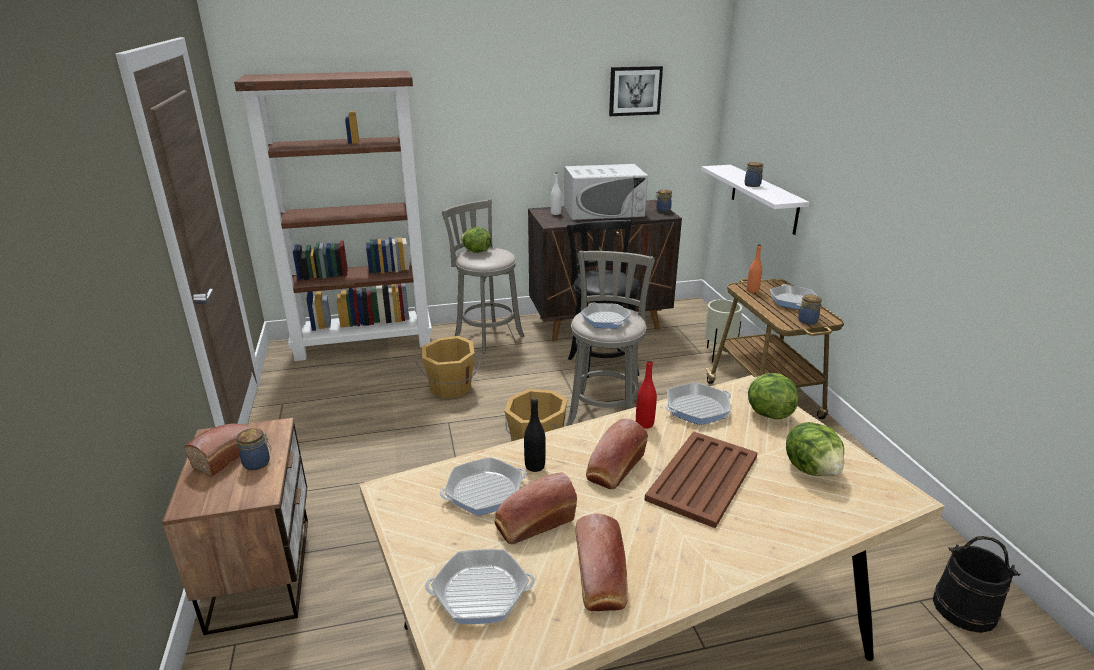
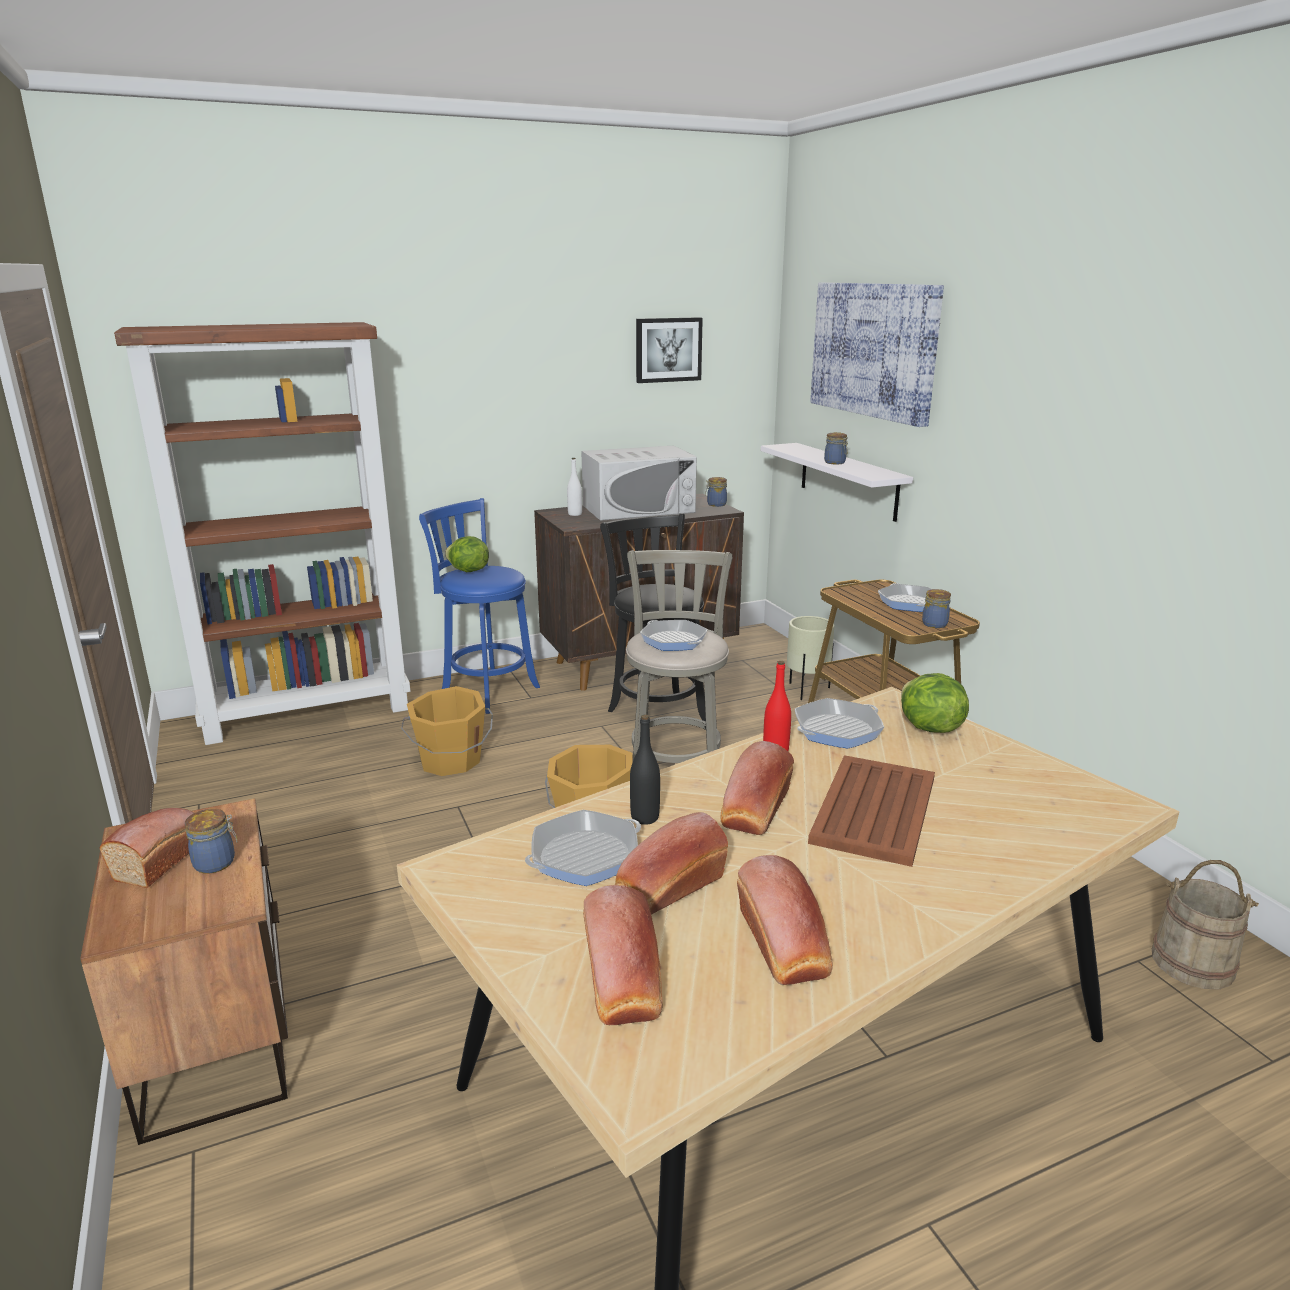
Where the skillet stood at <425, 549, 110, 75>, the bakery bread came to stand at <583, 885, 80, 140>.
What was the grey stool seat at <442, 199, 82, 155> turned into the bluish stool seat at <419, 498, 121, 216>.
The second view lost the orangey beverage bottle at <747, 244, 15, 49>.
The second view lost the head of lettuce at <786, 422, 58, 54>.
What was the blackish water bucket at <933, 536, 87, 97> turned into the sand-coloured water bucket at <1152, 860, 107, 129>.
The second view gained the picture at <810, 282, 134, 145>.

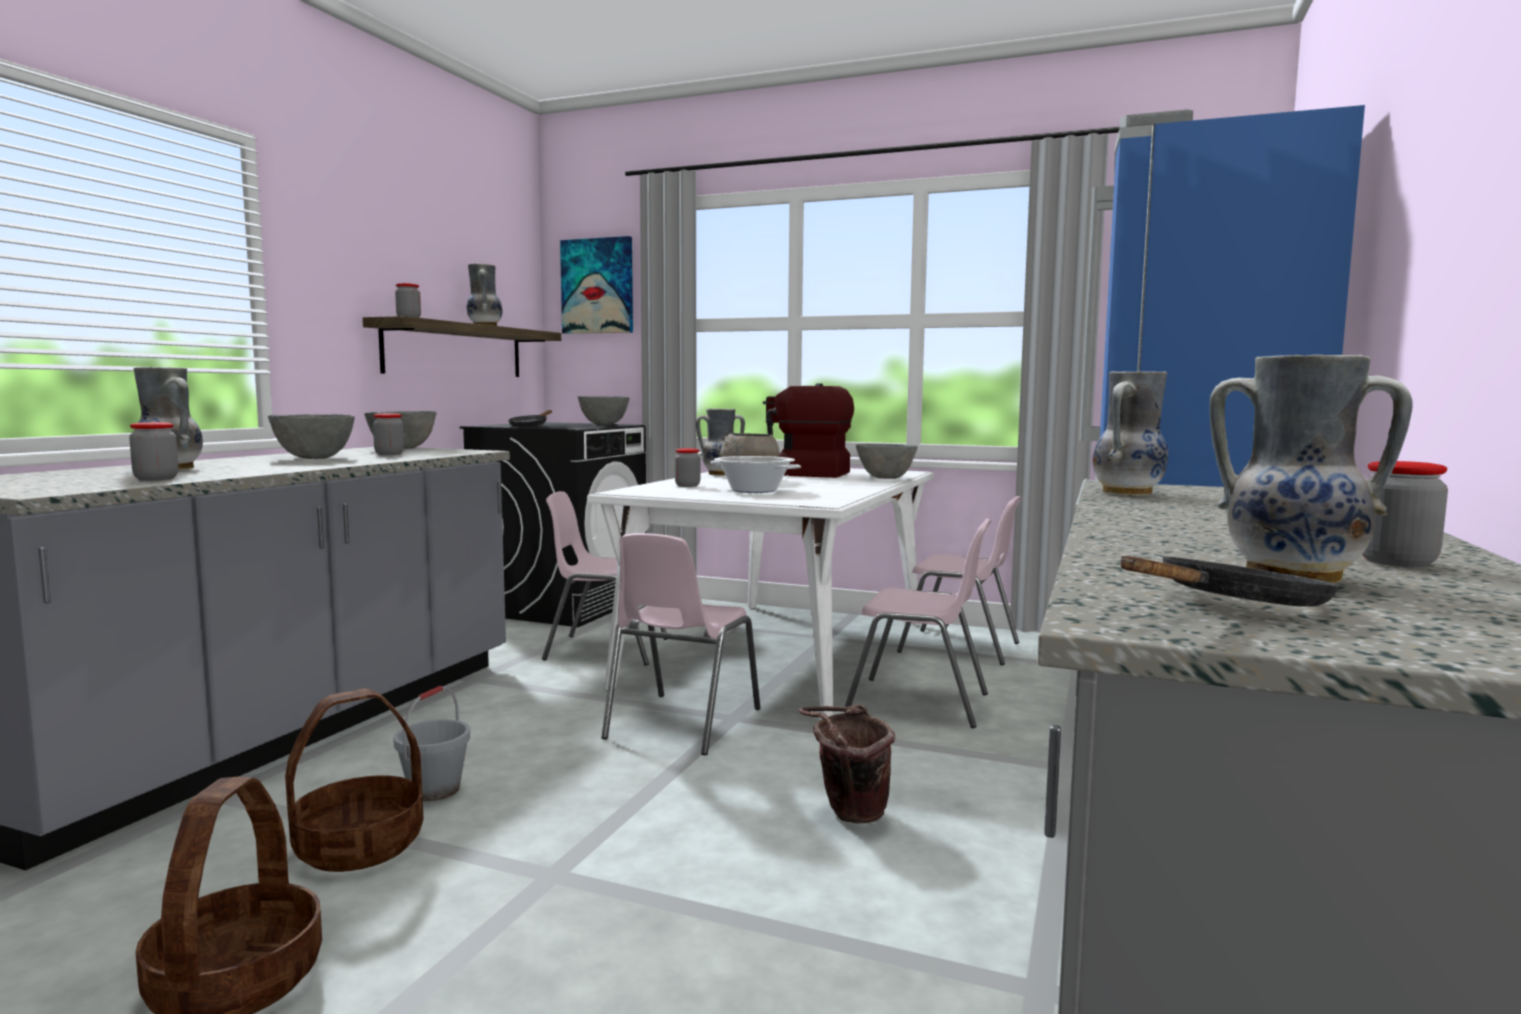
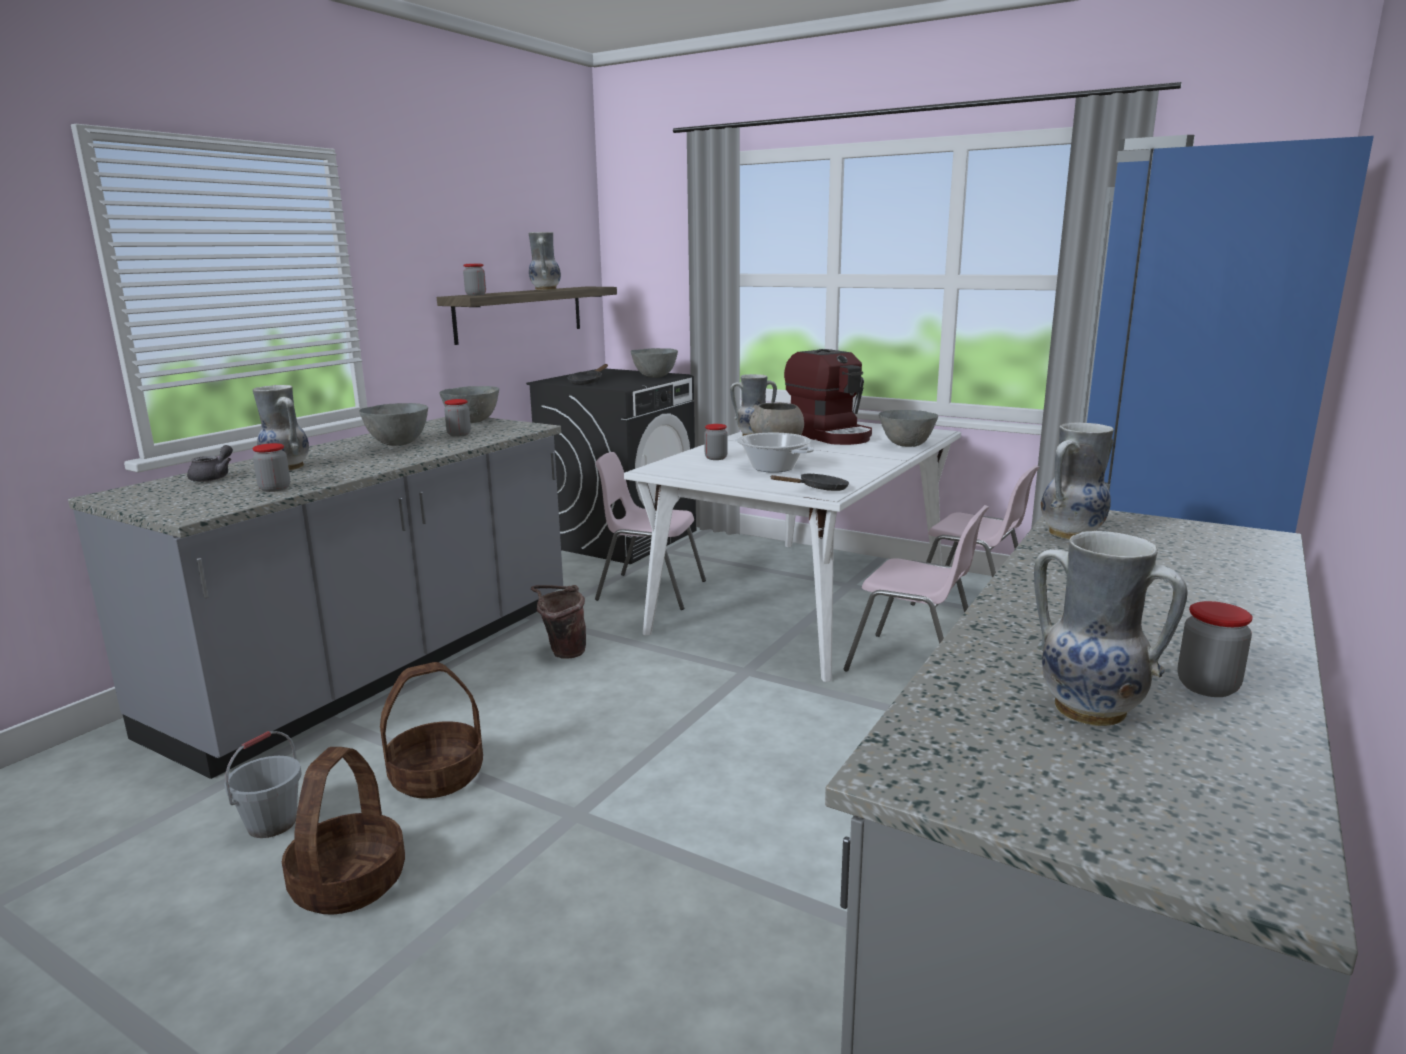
The grey water bucket ended up elsewhere, having gone from <393, 686, 77, 115> to <224, 731, 77, 107>.
The second view lost the picture at <560, 236, 73, 98>.
The second view lost the pink upright chair at <601, 533, 159, 222>.
The coffee machine at <763, 383, 91, 95> ended up facing another way, 150 degrees counterclockwise from before.
The brown-coloured water bucket ended up elsewhere, having gone from <799, 704, 96, 120> to <531, 585, 55, 74>.
The blackish skillet ended up elsewhere, having gone from <1121, 556, 220, 51> to <770, 474, 79, 17>.
The second view gained the grey pot for tea at <187, 445, 46, 37>.

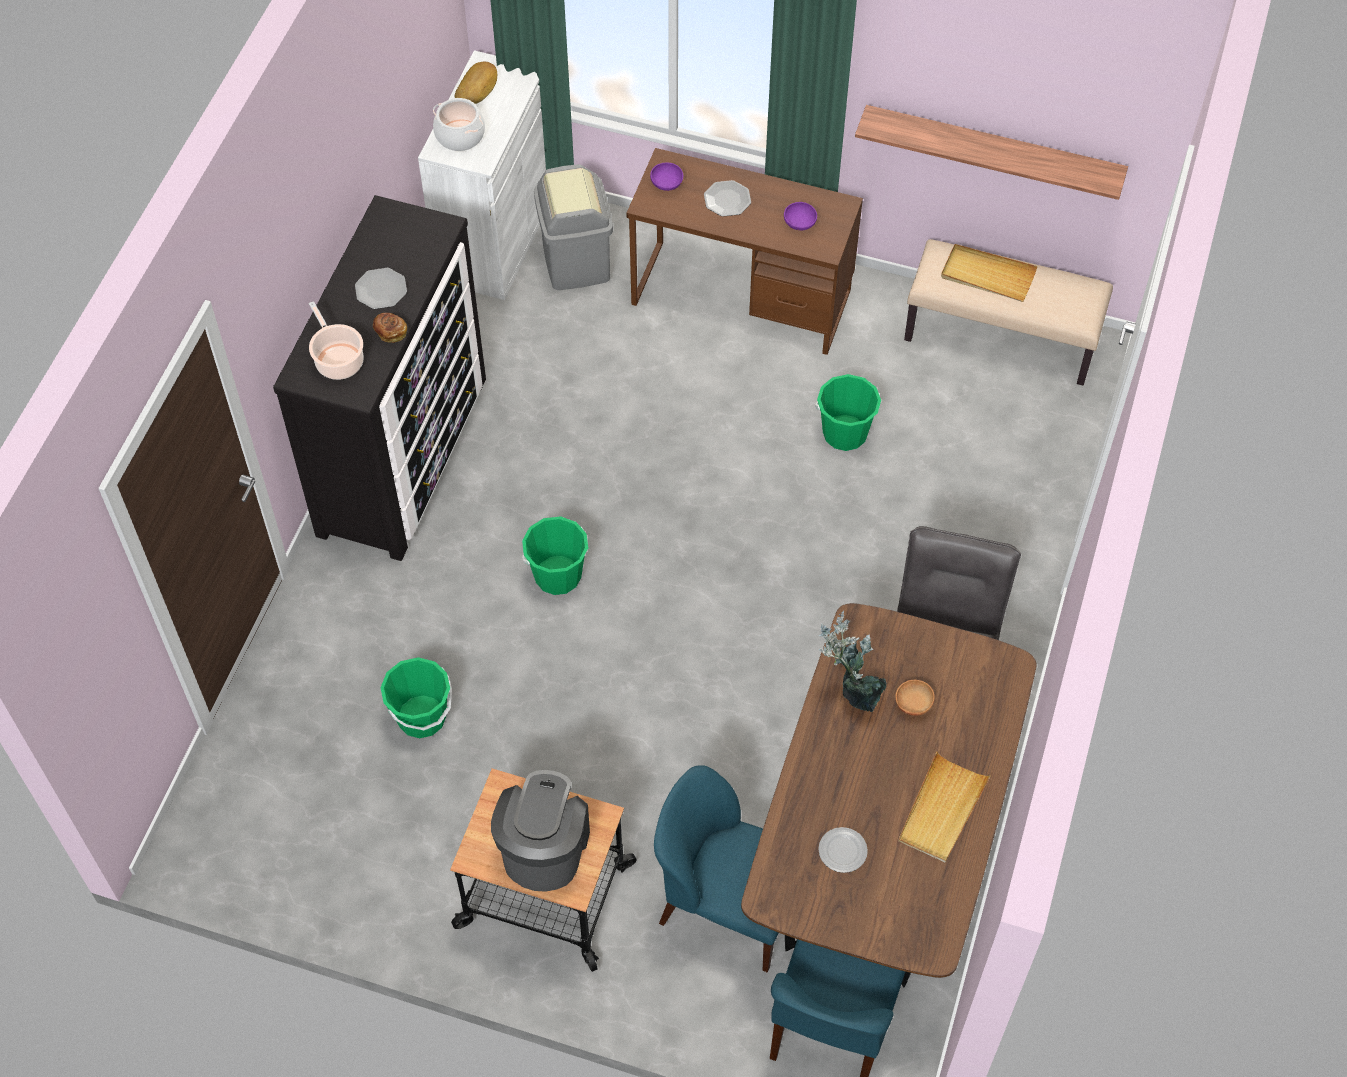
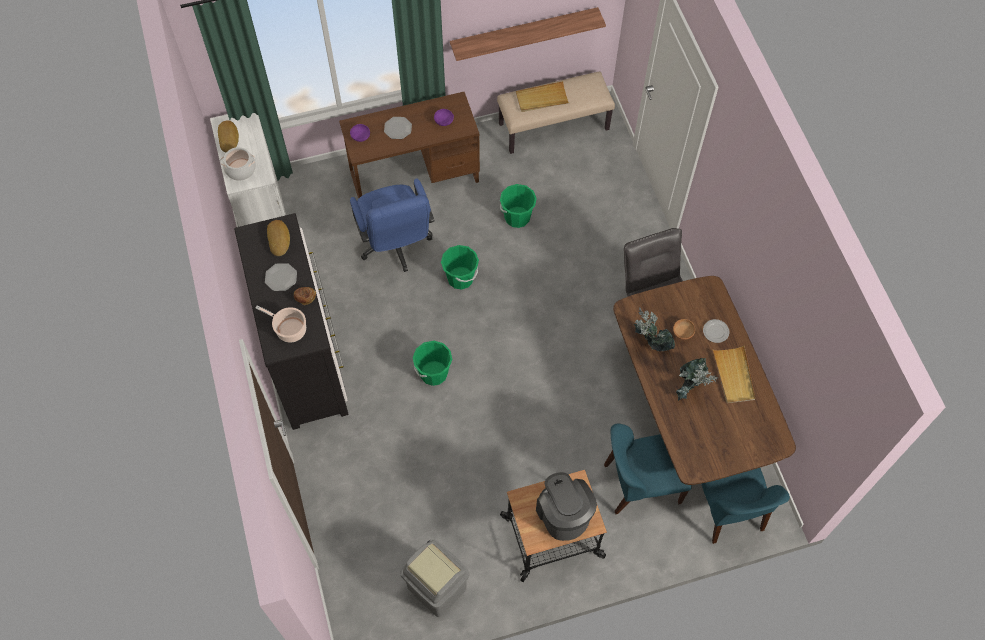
The greenish water bucket ended up elsewhere, having gone from <381, 657, 71, 81> to <441, 245, 38, 45>.
The grey trash can ended up elsewhere, having gone from <534, 164, 79, 126> to <400, 539, 69, 78>.
The plate ended up elsewhere, having gone from <818, 827, 50, 46> to <703, 319, 26, 24>.
The second view gained the bakery bread at <267, 220, 23, 36>.
The second view gained the bluish office chair at <350, 178, 84, 94>.
The second view gained the plant in a pot at <676, 358, 42, 42>.

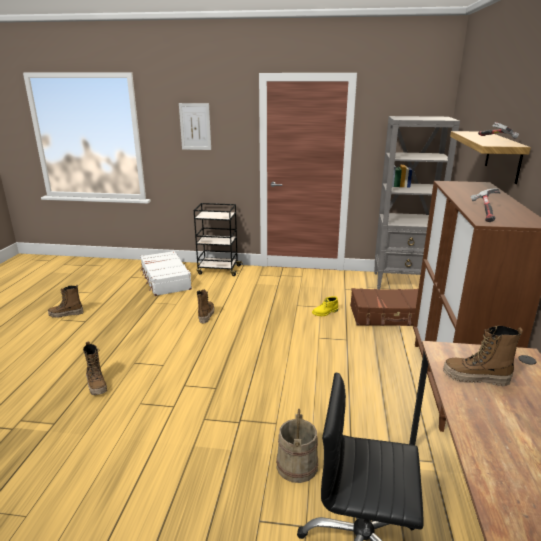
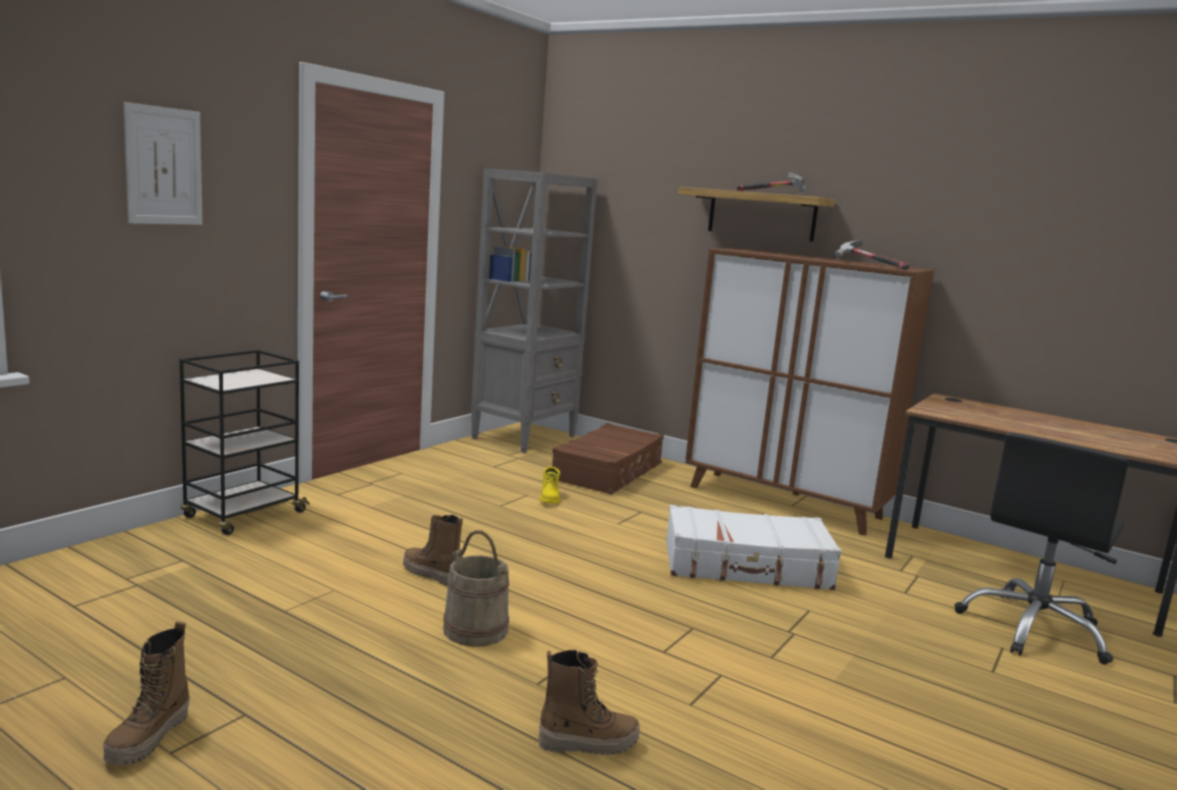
The whitish suitcase ended up elsewhere, having gone from <140, 251, 52, 45> to <666, 505, 175, 85>.
The sand-coloured water bucket ended up elsewhere, having gone from <276, 409, 42, 74> to <443, 530, 66, 117>.
The second view lost the boot at <443, 325, 80, 61>.

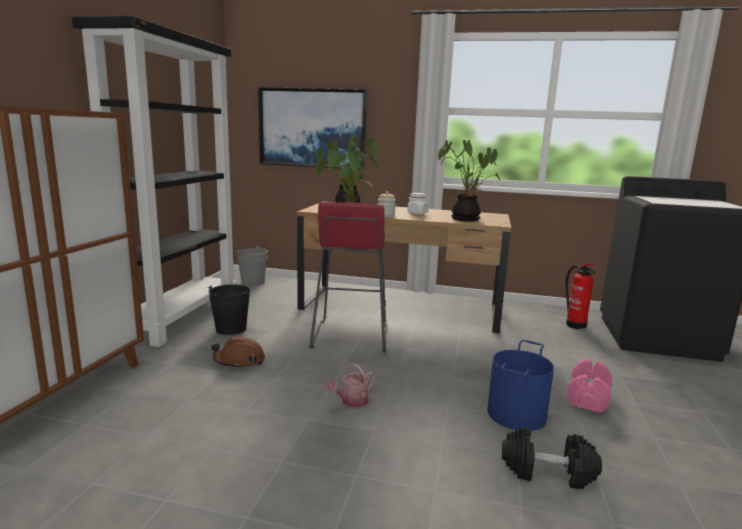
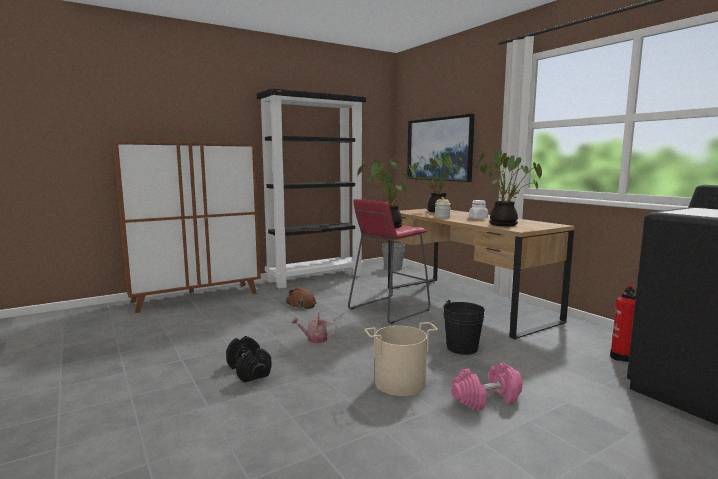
The blackish water bucket ended up elsewhere, having gone from <208, 284, 42, 51> to <443, 300, 42, 55>.
What was the bluish water bucket at <487, 340, 67, 91> turned into the sand-coloured water bucket at <365, 322, 73, 74>.
The blackish dumbbell ended up elsewhere, having gone from <502, 427, 100, 62> to <226, 336, 46, 47>.

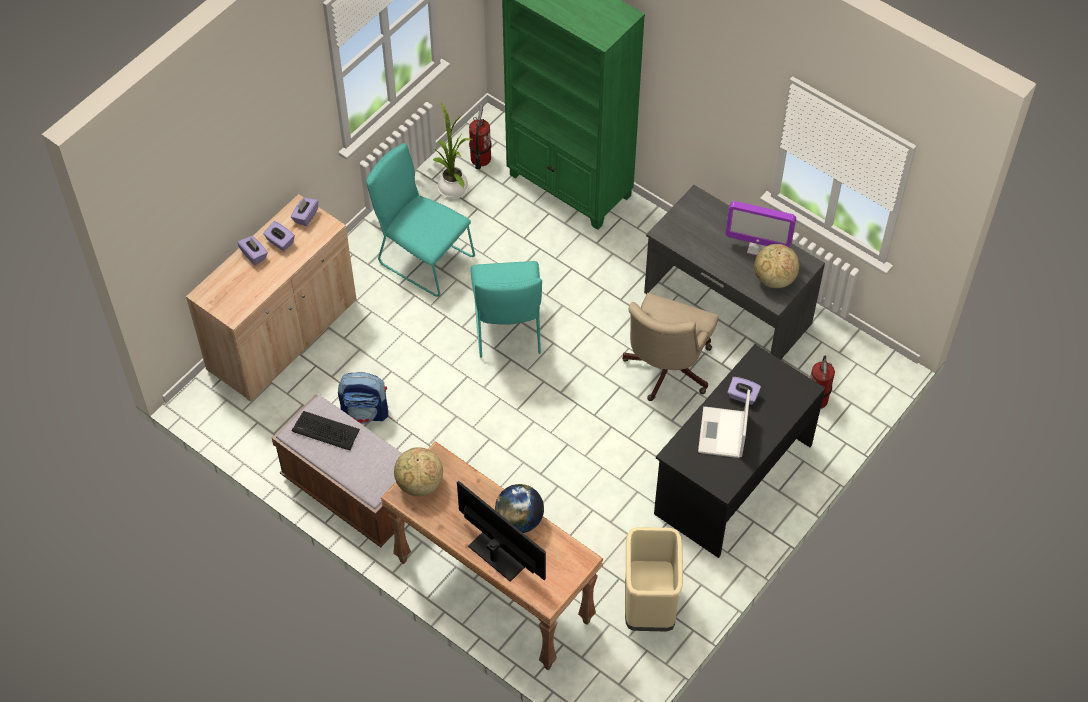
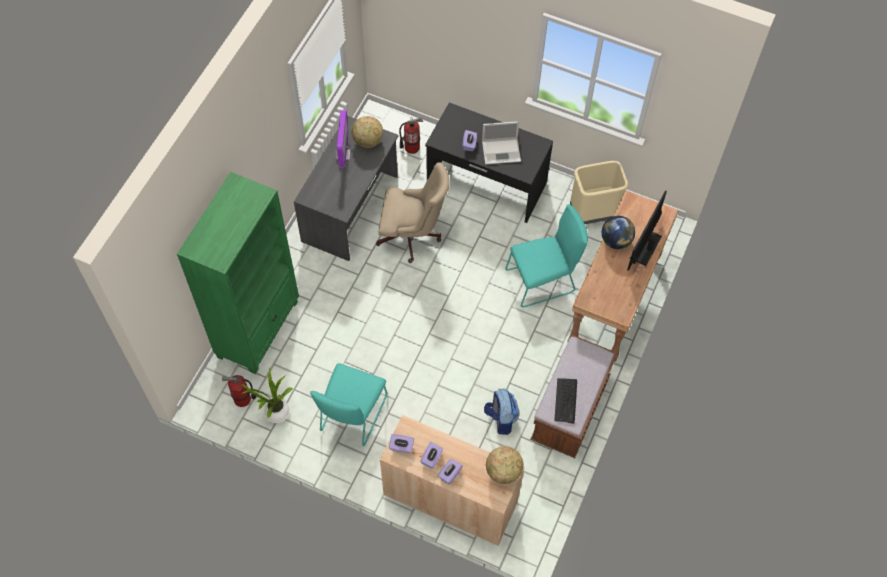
The globe ended up elsewhere, having gone from <394, 447, 49, 49> to <486, 446, 38, 38>.
The blue-green upright chair ended up elsewhere, having gone from <471, 261, 71, 97> to <505, 204, 83, 103>.

